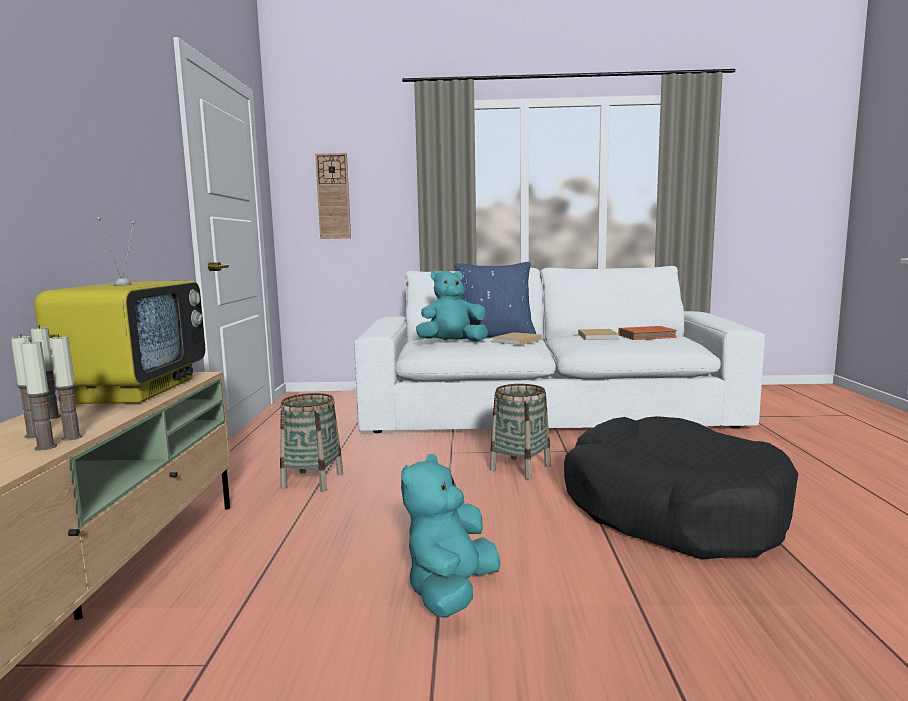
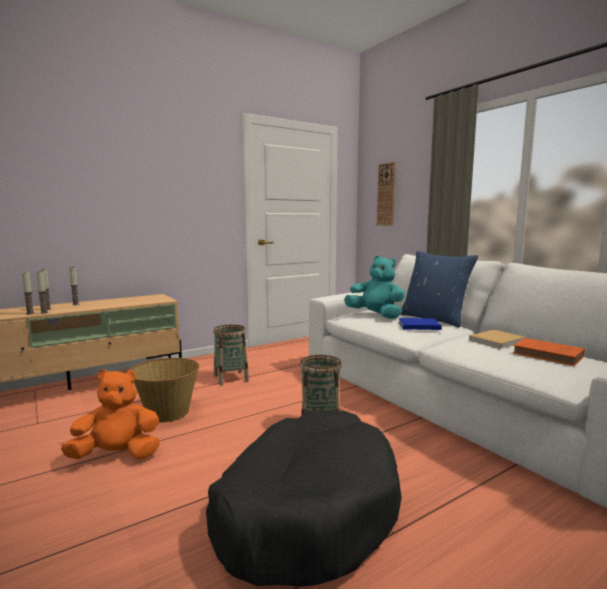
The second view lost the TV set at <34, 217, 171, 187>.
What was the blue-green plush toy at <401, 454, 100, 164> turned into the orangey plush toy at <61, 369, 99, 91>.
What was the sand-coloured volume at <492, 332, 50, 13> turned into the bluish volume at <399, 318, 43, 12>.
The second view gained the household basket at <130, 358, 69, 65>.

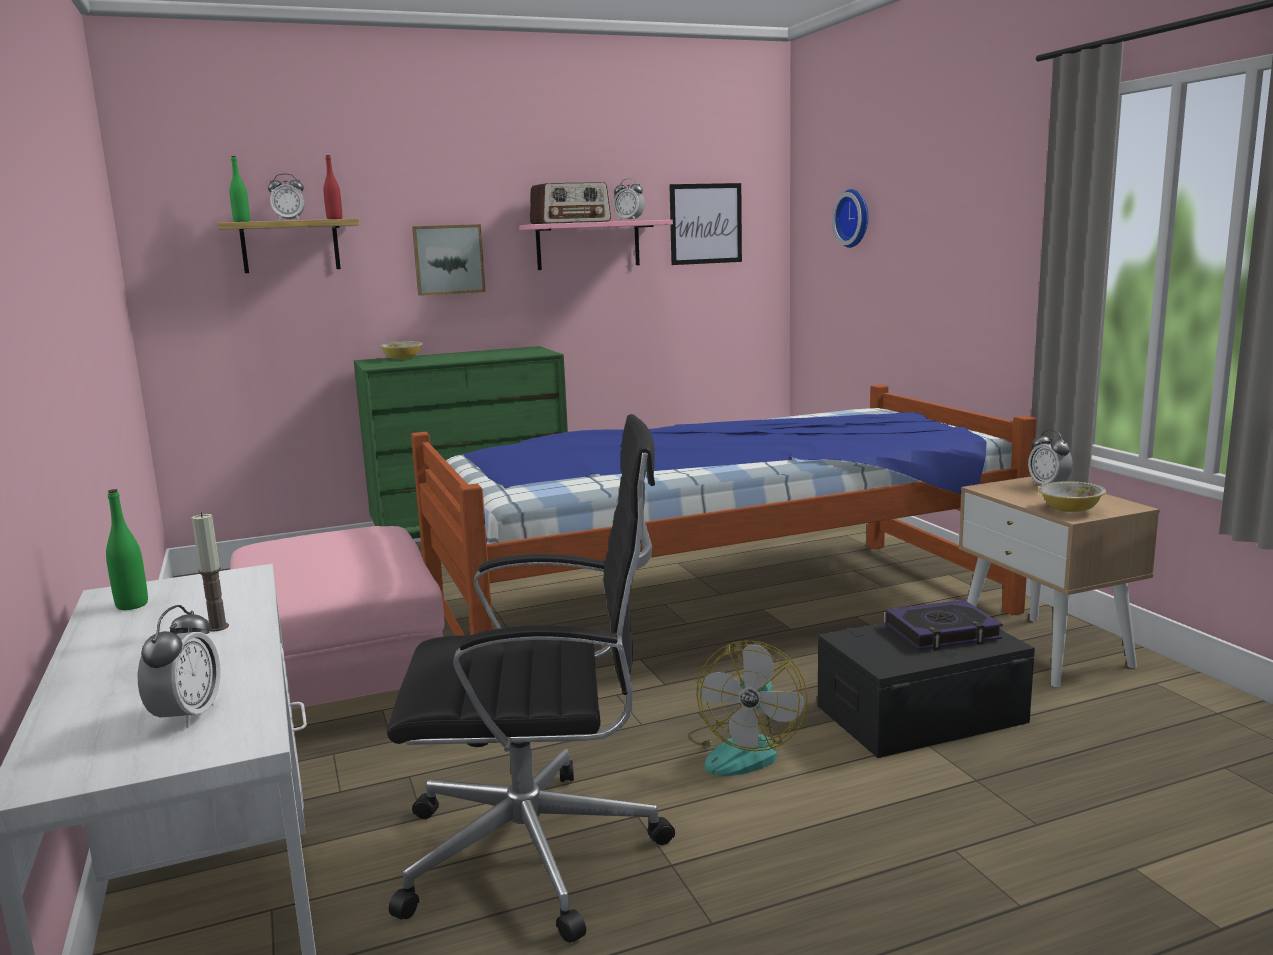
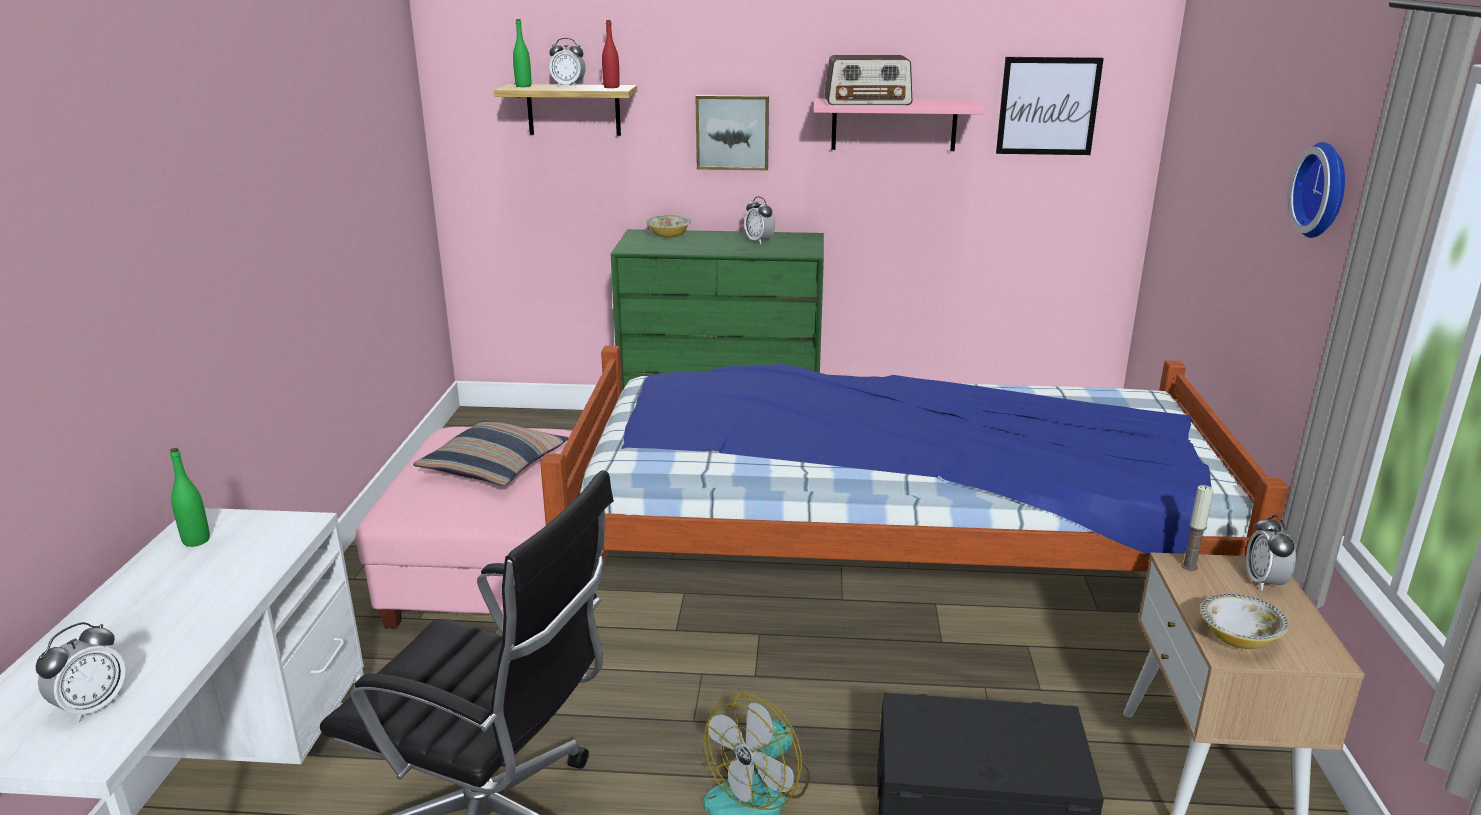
The wax light ended up elsewhere, having gone from <192, 513, 37, 119> to <1181, 485, 33, 86>.
The alarm clock ended up elsewhere, having gone from <614, 178, 31, 43> to <745, 196, 30, 48>.
The wall clock ended up elsewhere, having gone from <832, 189, 36, 59> to <1288, 142, 57, 96>.
The second view lost the volume at <885, 600, 118, 50>.
The second view gained the throw pillow at <413, 420, 156, 66>.

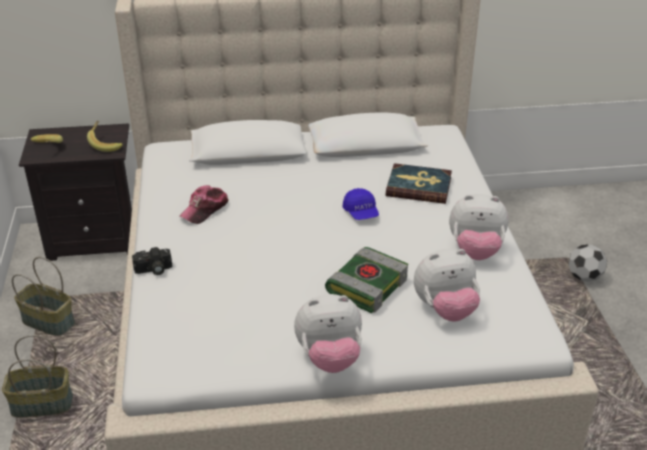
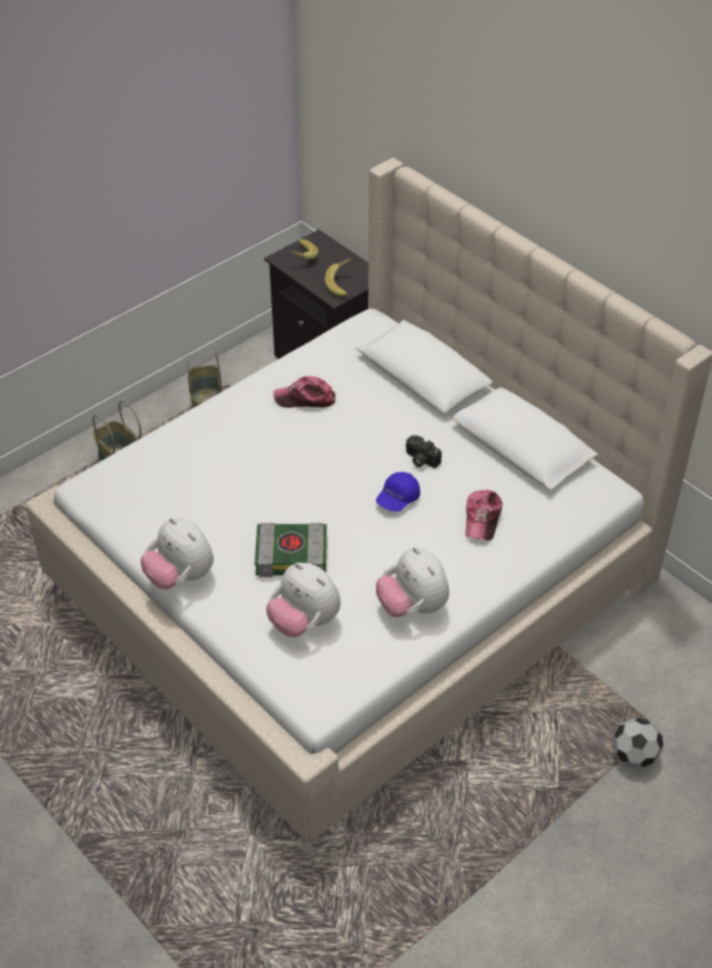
The still camera ended up elsewhere, having gone from <132, 247, 40, 28> to <405, 435, 37, 33>.
Where the volume stood at <386, 163, 66, 41>, the cap came to stand at <465, 490, 37, 51>.

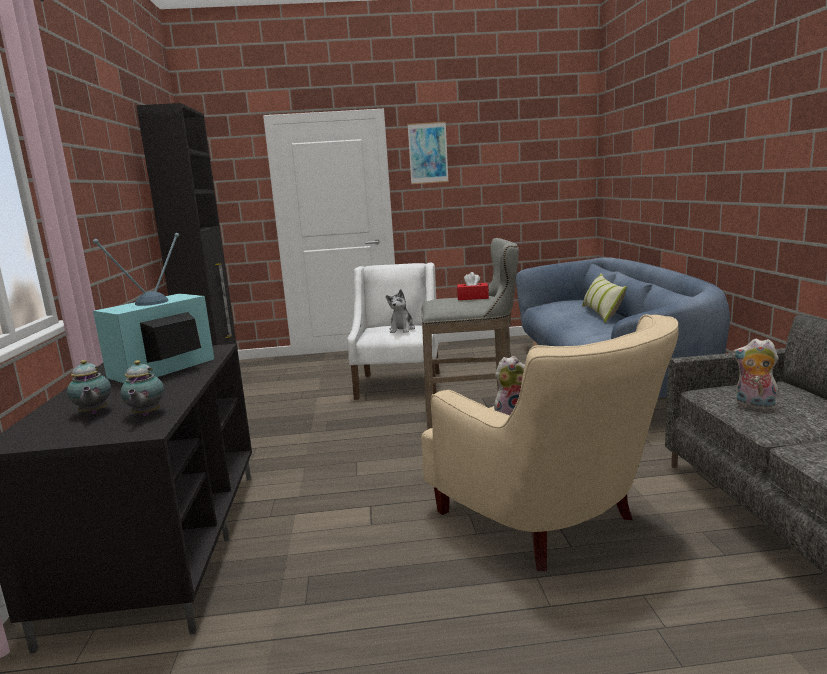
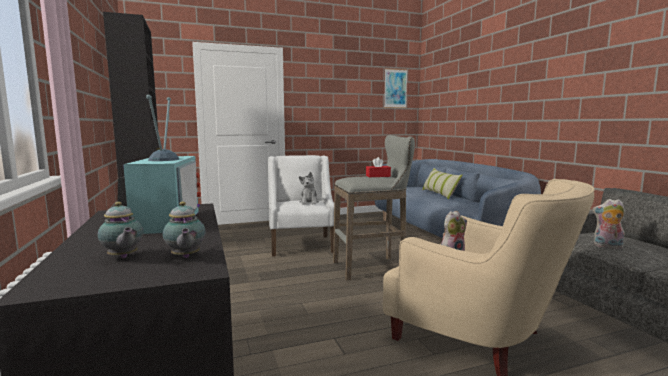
The TV set at <93, 233, 121, 150> ended up facing another way, 150 degrees clockwise from before.
The picture ended up elsewhere, having gone from <408, 122, 41, 62> to <384, 69, 23, 39>.

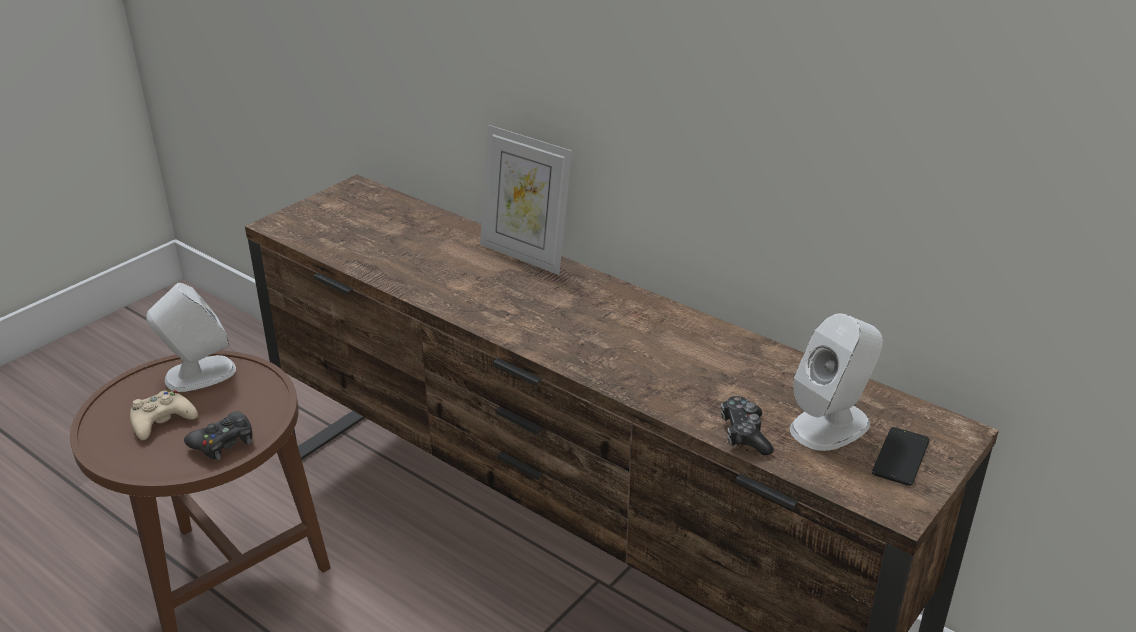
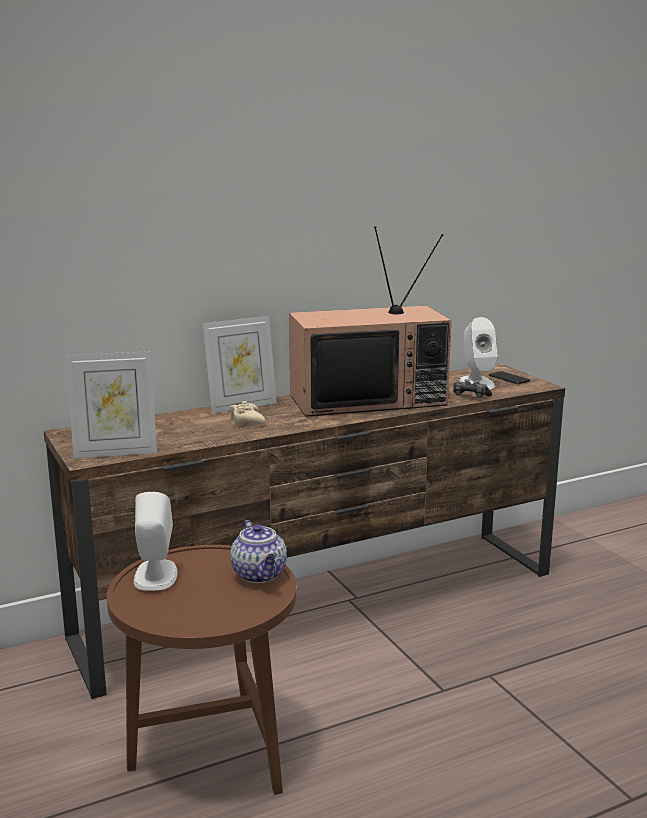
The sand-coloured game controller ended up elsewhere, having gone from <130, 389, 68, 51> to <229, 401, 37, 25>.
Where the blackish game controller stood at <184, 411, 69, 49>, the pot for tea came to stand at <230, 520, 57, 63>.
The second view gained the photo frame at <66, 351, 91, 107>.
The second view gained the TV set at <289, 226, 162, 191>.

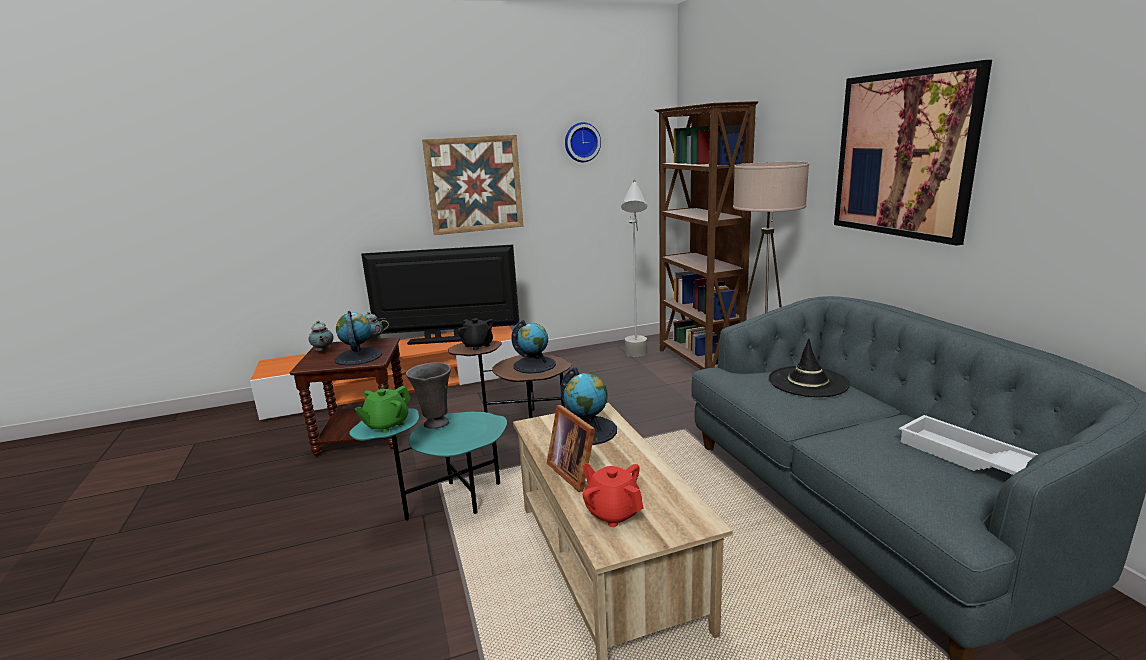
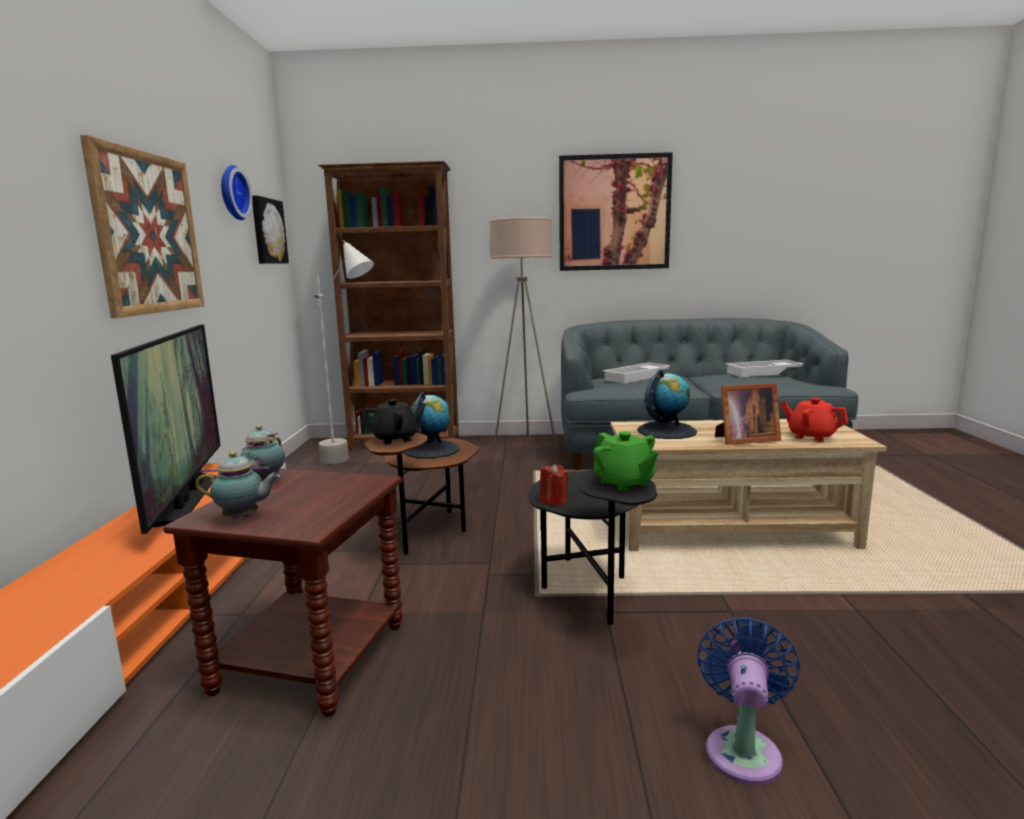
The second view lost the globe at <334, 311, 48, 55>.
What was the blue-green accent table at <349, 408, 158, 113> turned into the blackish accent table at <527, 470, 130, 155>.
The TV set at <361, 245, 158, 100> ended up facing another way, 150 degrees clockwise from before.
Where the grey flower vase stood at <406, 362, 45, 67>, the red wax light came to stand at <540, 464, 29, 42>.
The red pot for tea at <583, 463, 61, 64> ended up facing another way, 60 degrees clockwise from before.
Where the blackish hat stood at <768, 338, 82, 59>, the whitish tray came to stand at <603, 362, 68, 22>.
The second view gained the picture at <252, 195, 37, 69>.
The second view gained the bluish cooling fan at <697, 617, 103, 168>.

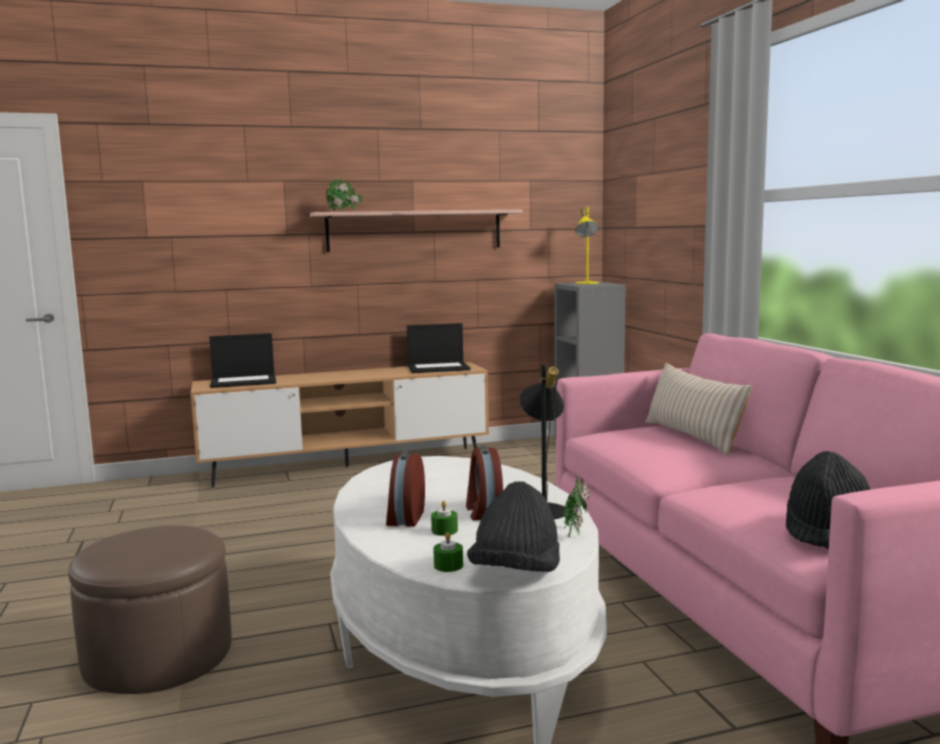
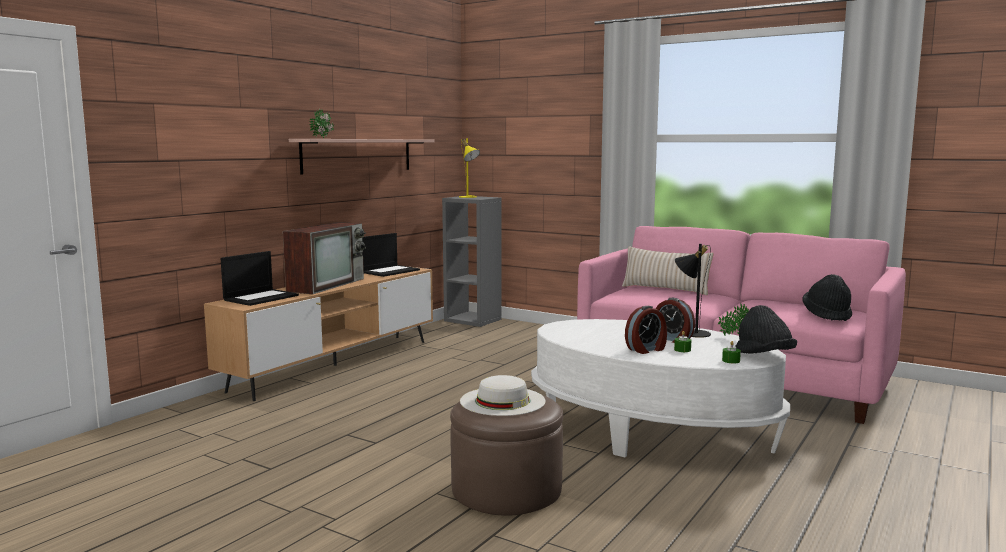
The alarm clock at <386, 451, 39, 76> ended up facing another way, 90 degrees counterclockwise from before.
The second view gained the TV set at <283, 222, 83, 72>.
The second view gained the whitish hat at <460, 375, 86, 41>.

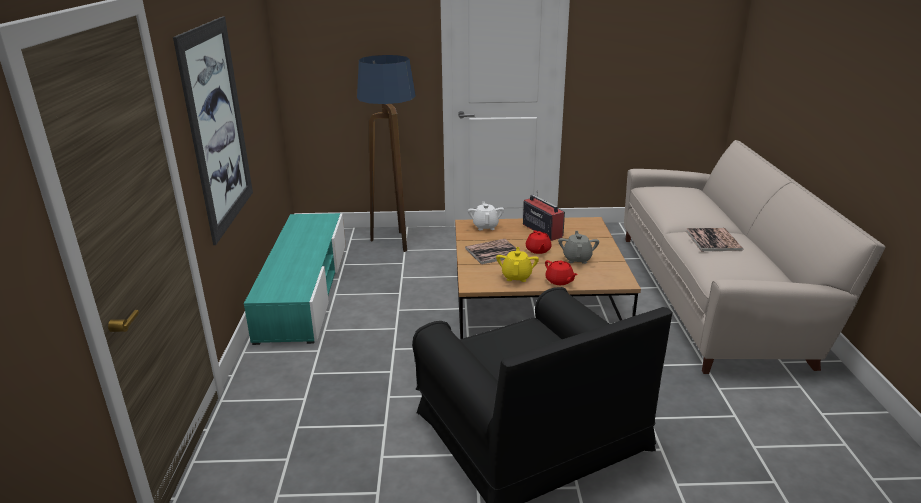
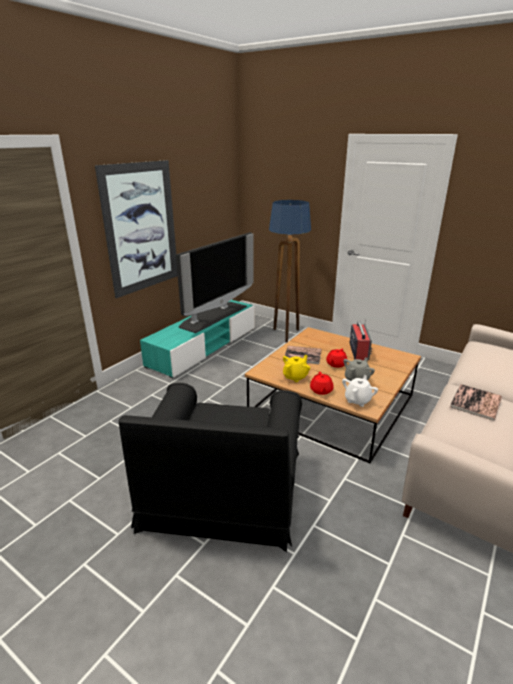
The whitish pot for tea ended up elsewhere, having gone from <468, 202, 36, 29> to <342, 375, 36, 32>.
The second view gained the TV set at <176, 232, 78, 101>.

